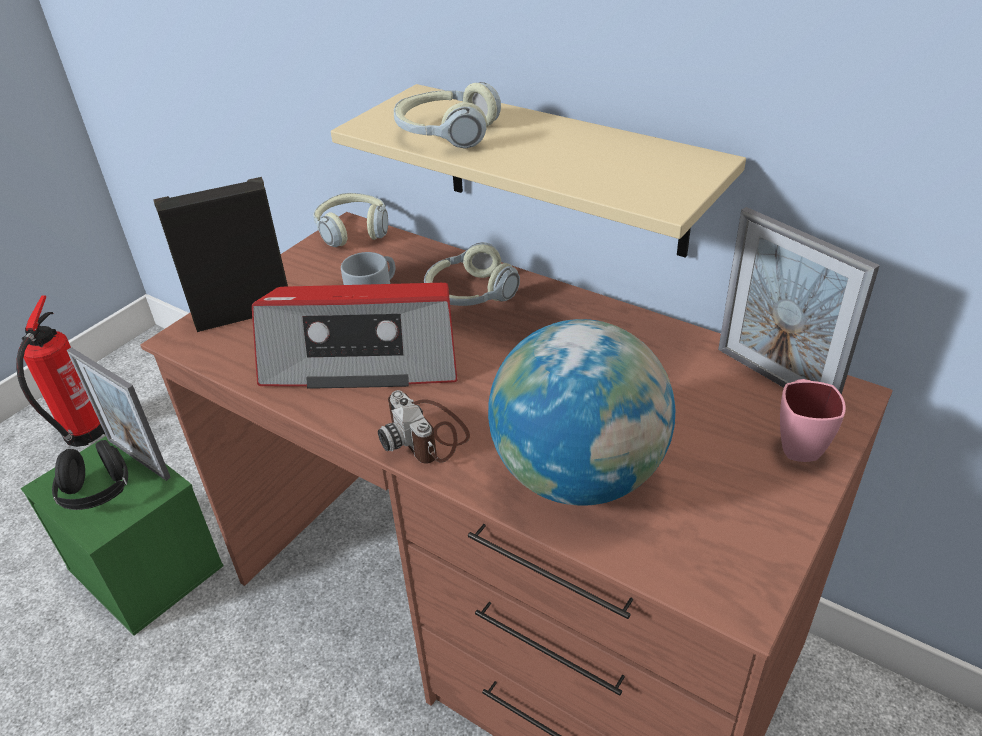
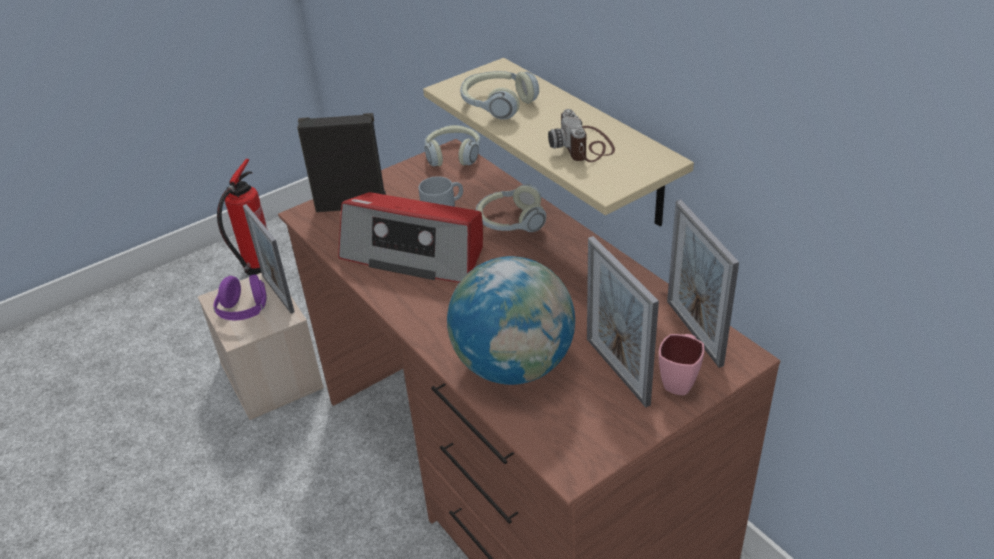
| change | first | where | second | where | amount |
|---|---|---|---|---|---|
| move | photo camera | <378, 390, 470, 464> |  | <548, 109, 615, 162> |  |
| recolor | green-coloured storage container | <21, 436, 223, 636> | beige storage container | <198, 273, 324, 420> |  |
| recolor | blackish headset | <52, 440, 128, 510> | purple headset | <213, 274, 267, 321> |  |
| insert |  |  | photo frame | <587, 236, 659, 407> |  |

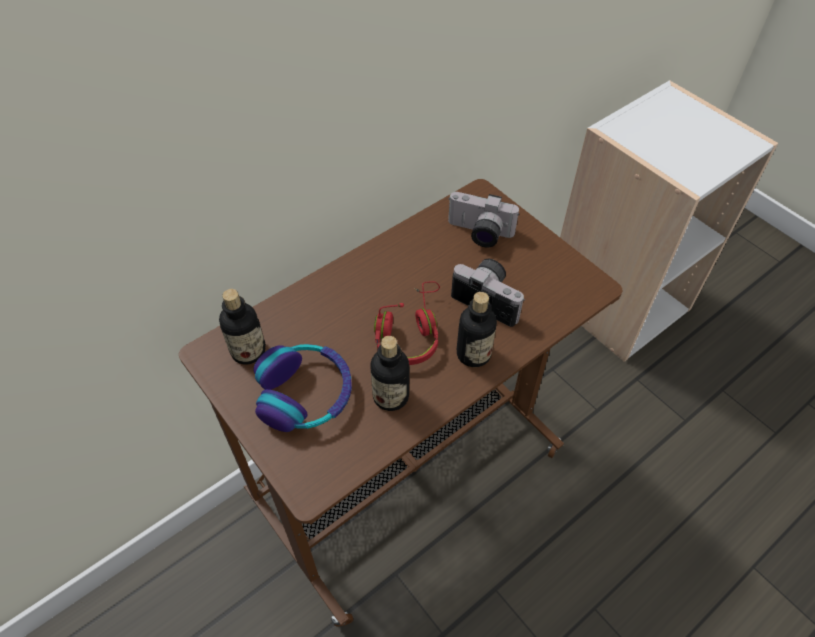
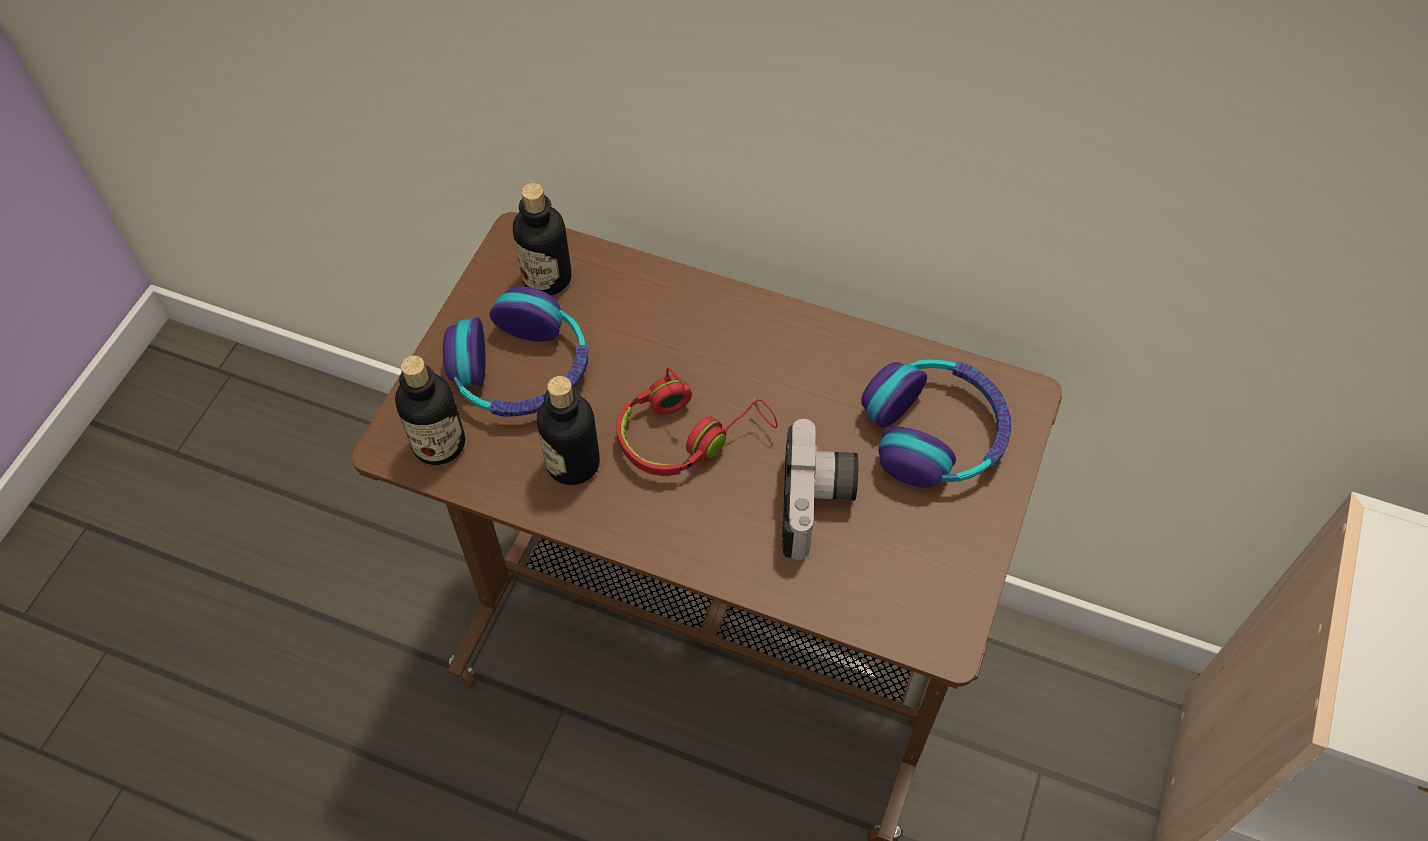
| change | first | where | second | where | amount |
|---|---|---|---|---|---|
| replace | photo camera | <448, 192, 519, 248> | headset | <861, 359, 1011, 488> |  |
| move | bottle | <457, 292, 497, 367> |  | <395, 356, 465, 465> |  |

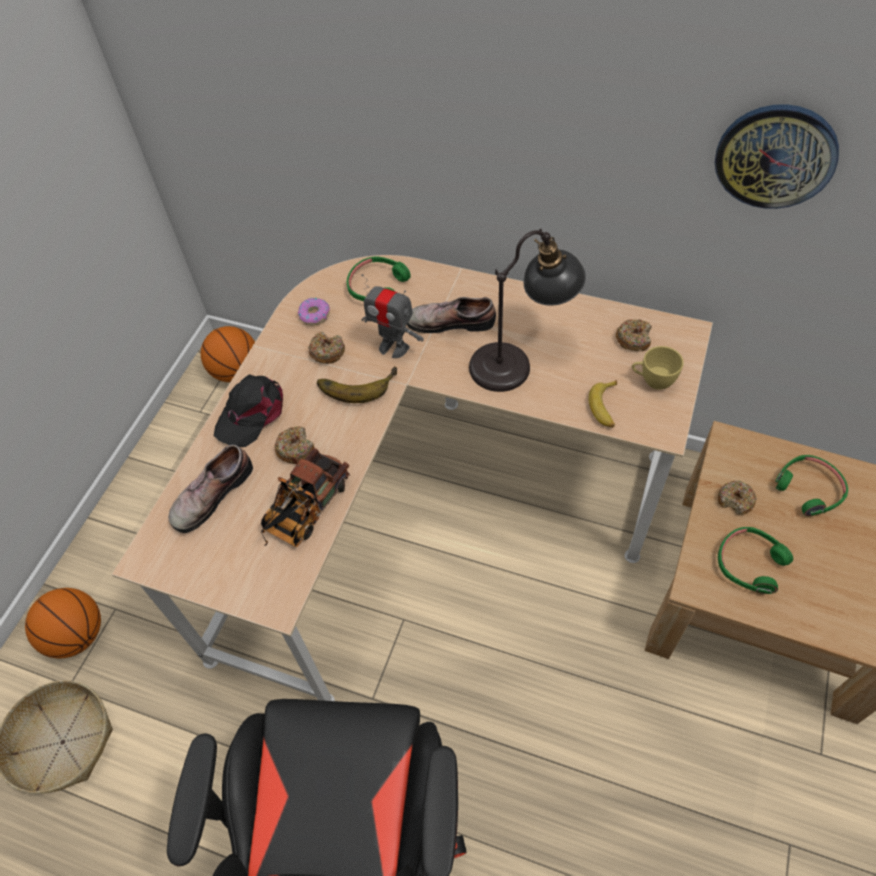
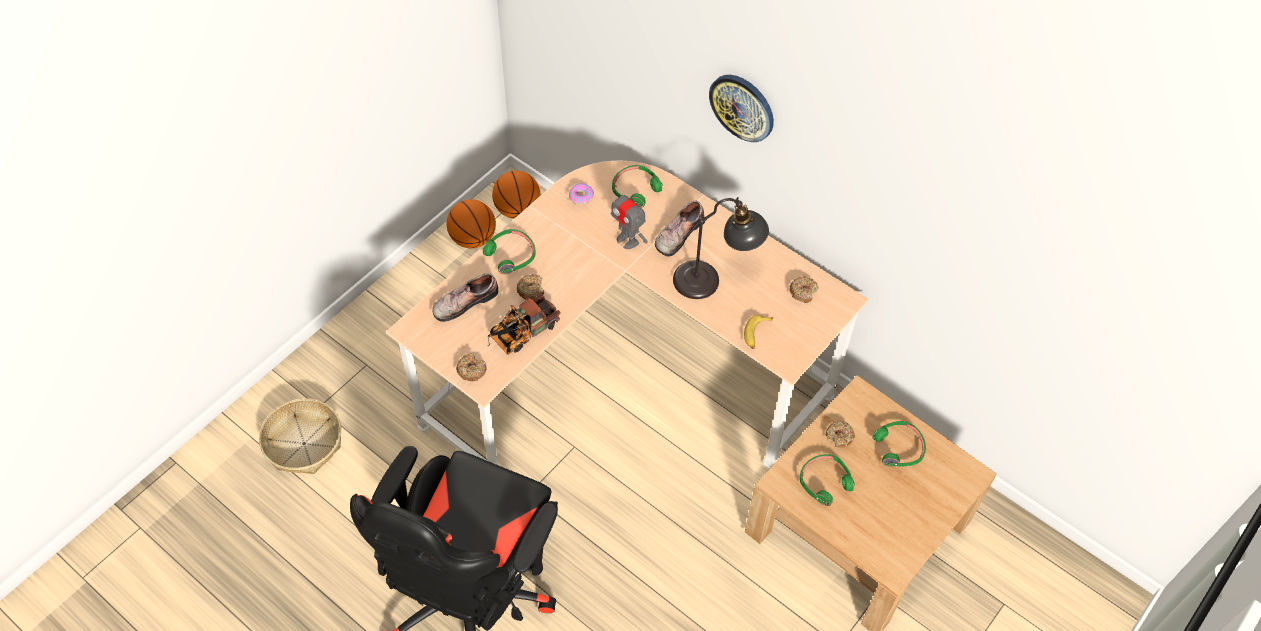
| change | first | where | second | where | amount |
|---|---|---|---|---|---|
| move | clock on the wall | <715, 104, 839, 209> |  | <709, 75, 774, 142> |  |
| rotate | low shoe | <407, 297, 496, 333> |  | <655, 200, 704, 257> | 75 degrees counterclockwise |
| move | donut | <308, 331, 345, 364> |  | <456, 353, 486, 381> |  |
| delete | yellow-coloured small cup | <632, 346, 684, 390> |  |  |  |
| delete | banana fruit | <317, 366, 397, 403> |  |  |  |
| replace | blackish peaked cap | <214, 374, 283, 447> | green-coloured headset | <483, 229, 536, 274> |  |
| move | basketball | <25, 588, 101, 658> |  | <446, 199, 496, 249> |  |

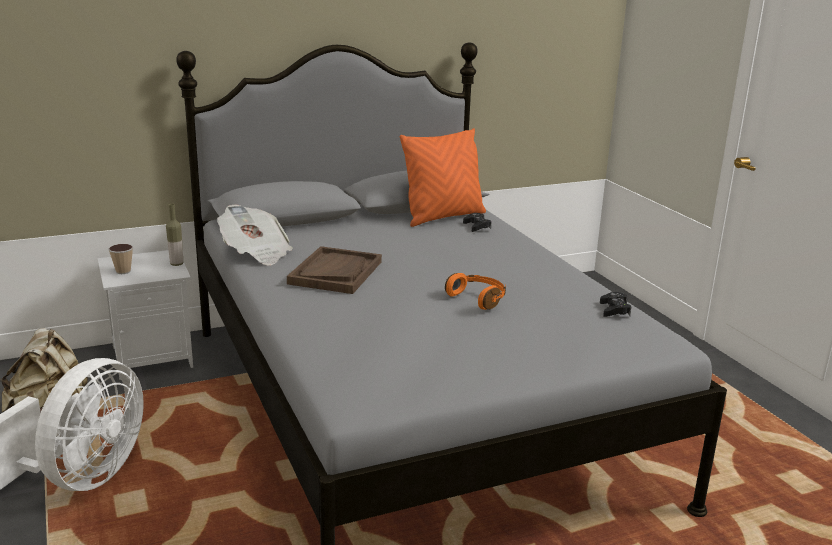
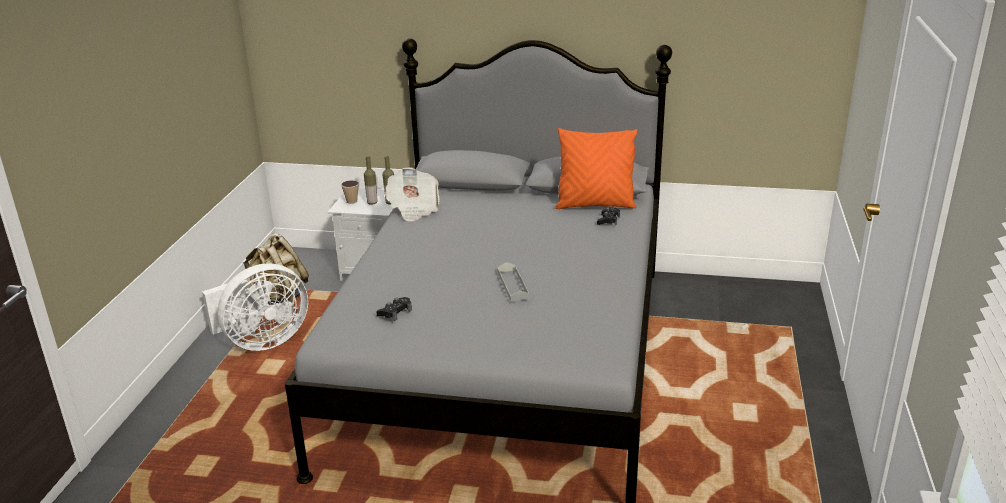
| change | first | where | second | where | amount |
|---|---|---|---|---|---|
| delete | brown carrying tray | <287, 246, 382, 294> |  |  |  |
| replace | orange headset | <445, 273, 506, 310> | gray carrying tray | <497, 262, 530, 302> |  |
| move | blackish game controller | <600, 292, 631, 317> |  | <376, 297, 412, 321> |  |
| insert |  |  | bottle | <364, 156, 378, 205> |  |

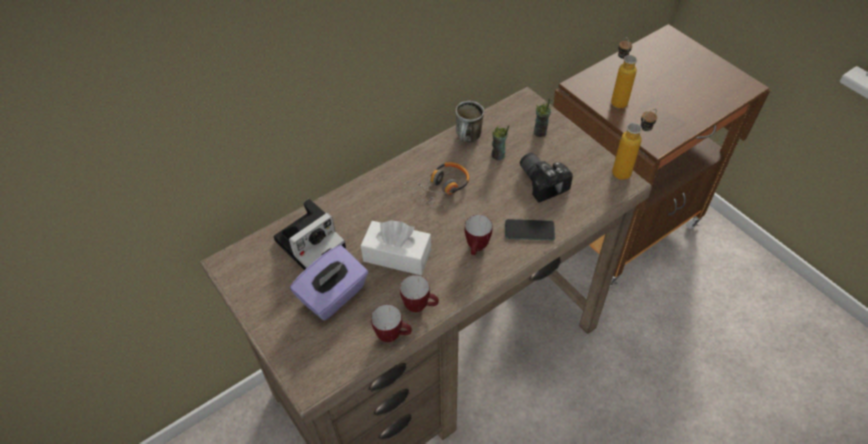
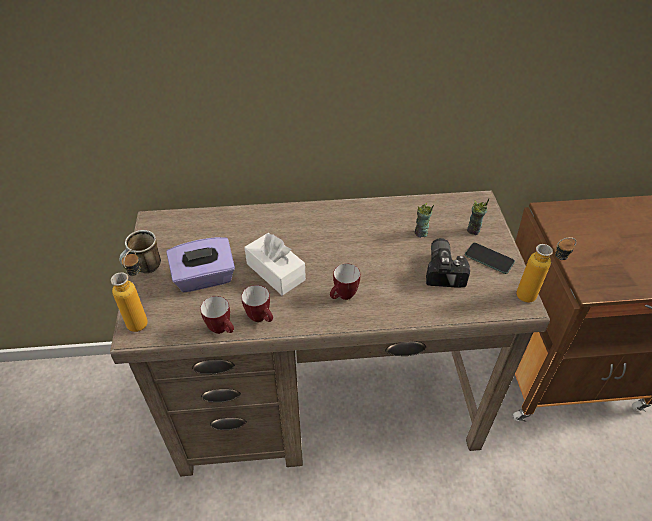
| change | first | where | second | where | amount |
|---|---|---|---|---|---|
| move | bottle | <611, 37, 637, 108> |  | <110, 250, 148, 332> |  |
| move | mug | <455, 101, 484, 143> |  | <119, 230, 161, 273> |  |
| delete | headset | <404, 162, 470, 209> |  |  |  |
| delete | photo camera | <274, 199, 346, 270> |  |  |  |
| move | phone | <505, 219, 555, 241> |  | <465, 243, 515, 274> |  |

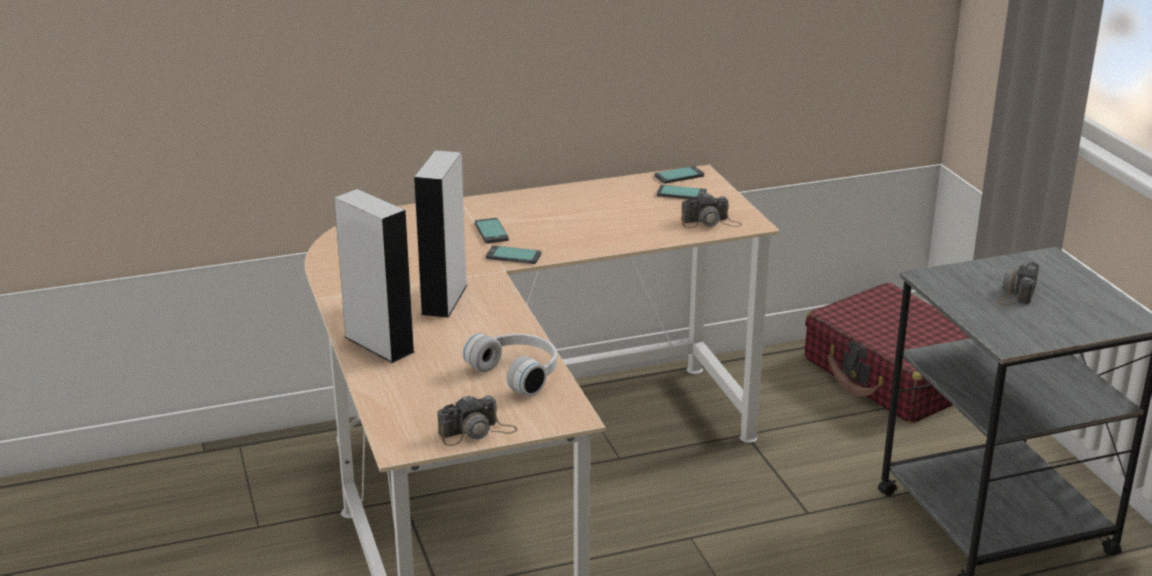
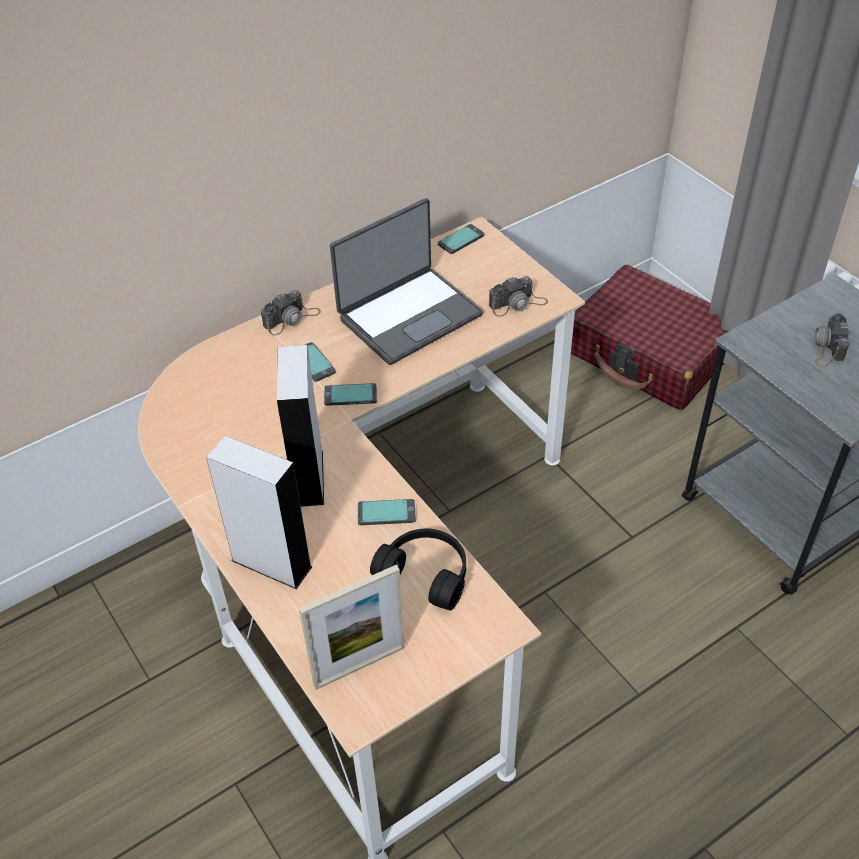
| change | first | where | second | where | amount |
|---|---|---|---|---|---|
| move | phone | <657, 185, 707, 200> |  | <358, 499, 416, 525> |  |
| recolor | whitish headset | <463, 333, 557, 396> | blackish headset | <370, 529, 466, 610> |  |
| move | photo camera | <437, 394, 518, 446> |  | <261, 290, 321, 336> |  |
| insert |  |  | notebook computer | <330, 198, 483, 365> |  |
| insert |  |  | photo frame | <299, 565, 405, 690> |  |

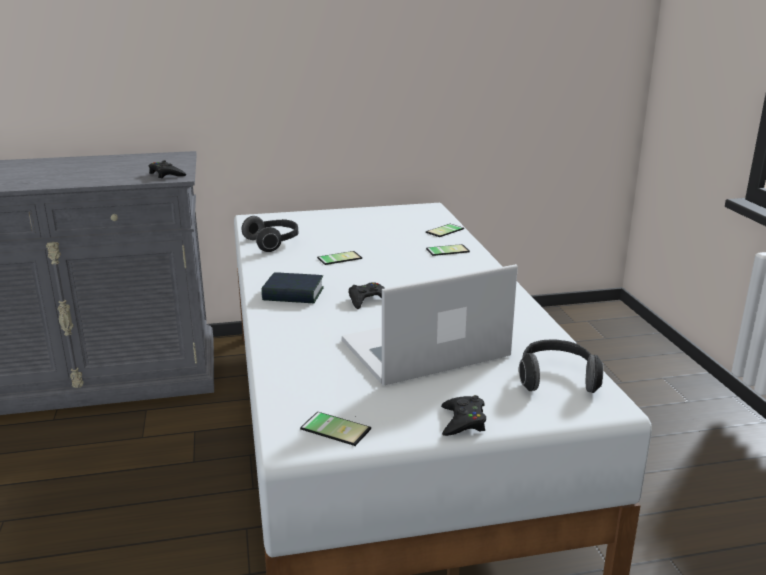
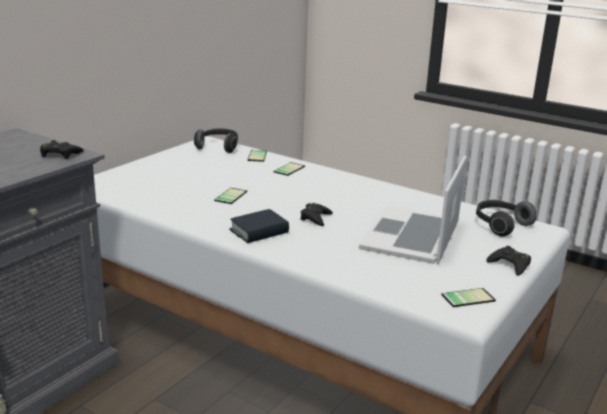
| change | first | where | second | where | amount |
|---|---|---|---|---|---|
| move | headset | <242, 216, 298, 252> |  | <194, 128, 238, 153> |  |

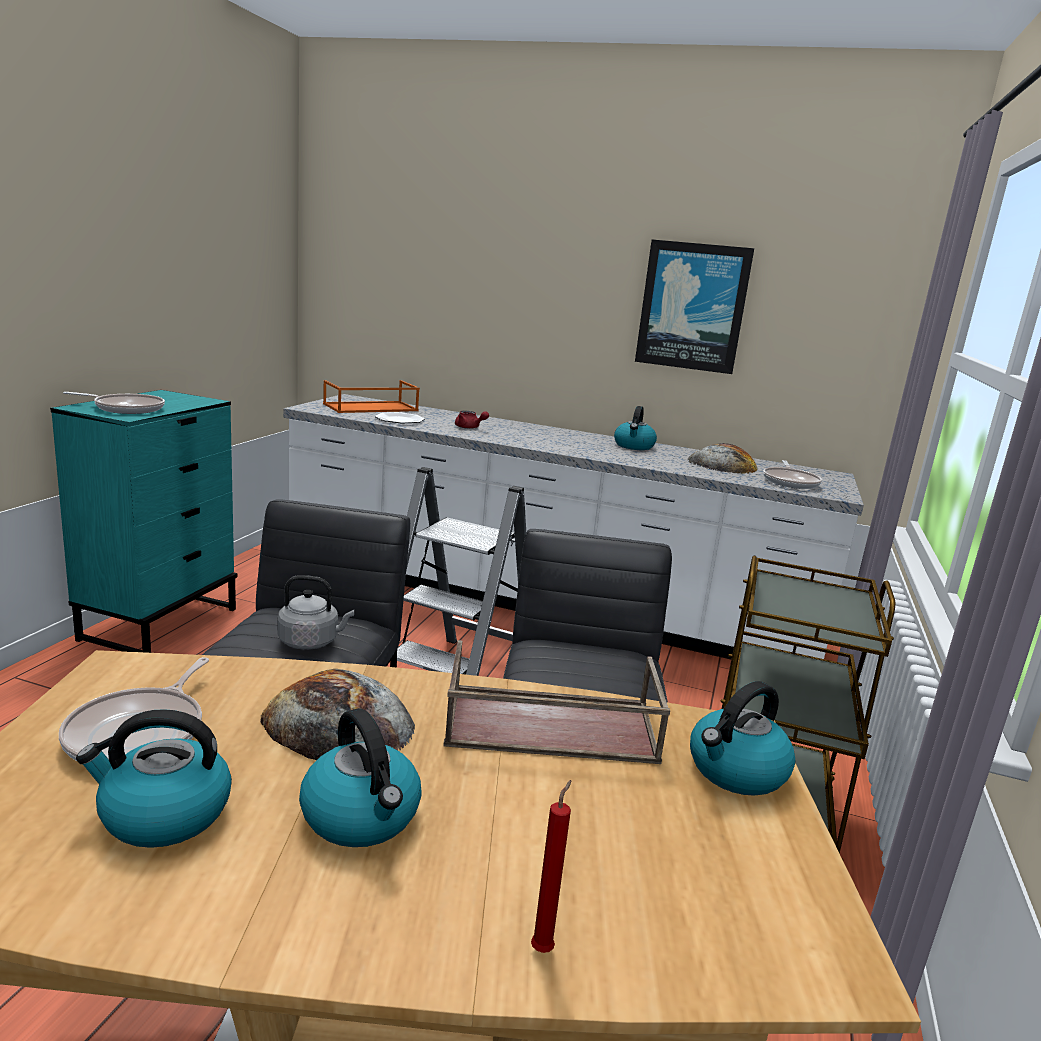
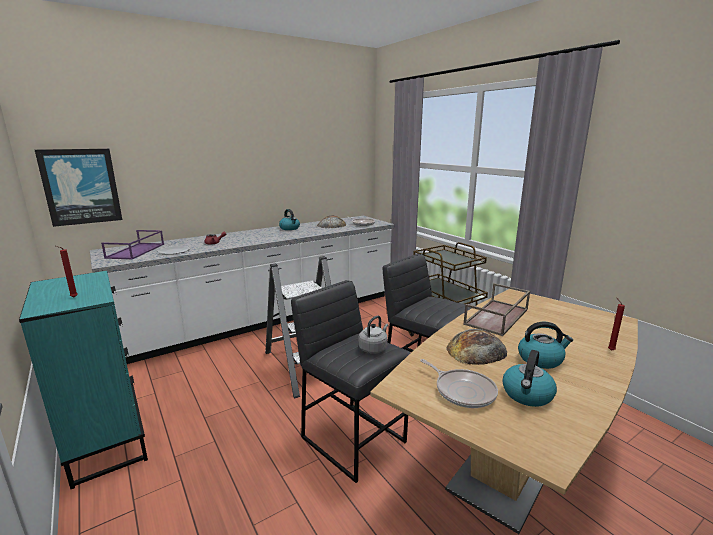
| change | first | where | second | where | amount |
|---|---|---|---|---|---|
| move | wall picture | <635, 239, 754, 374> |  | <35, 149, 122, 227> |  |
| recolor | orange carrying tray | <323, 380, 420, 413> | purple carrying tray | <101, 230, 164, 260> |  |
| replace | frying pan | <63, 392, 165, 414> | red-coloured candle | <56, 246, 78, 298> |  |
| delete | kettle | <690, 681, 795, 796> |  |  |  |

